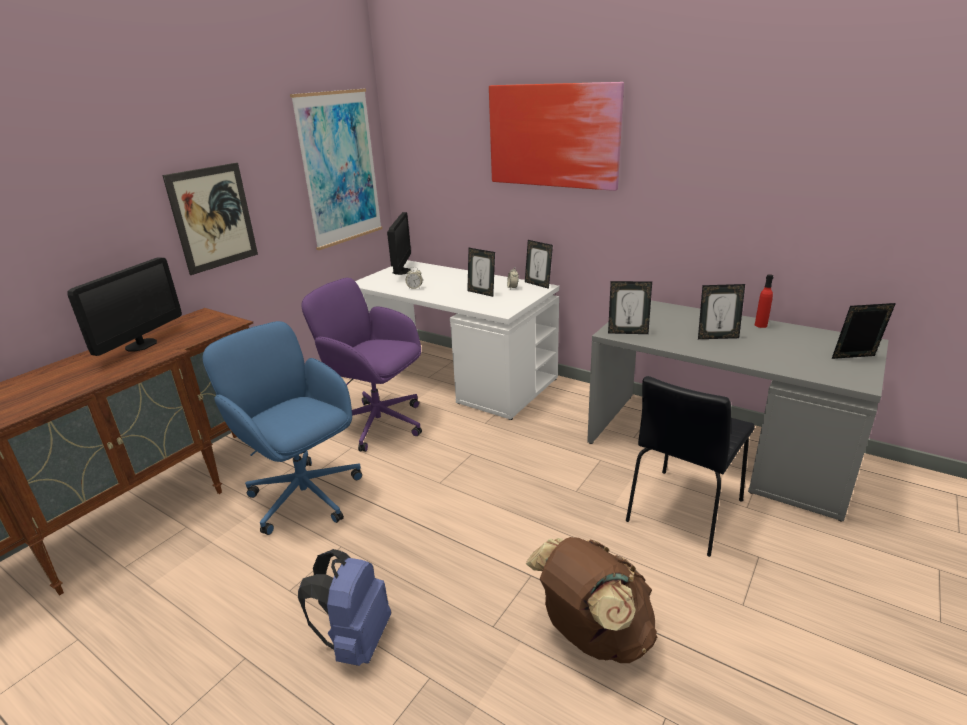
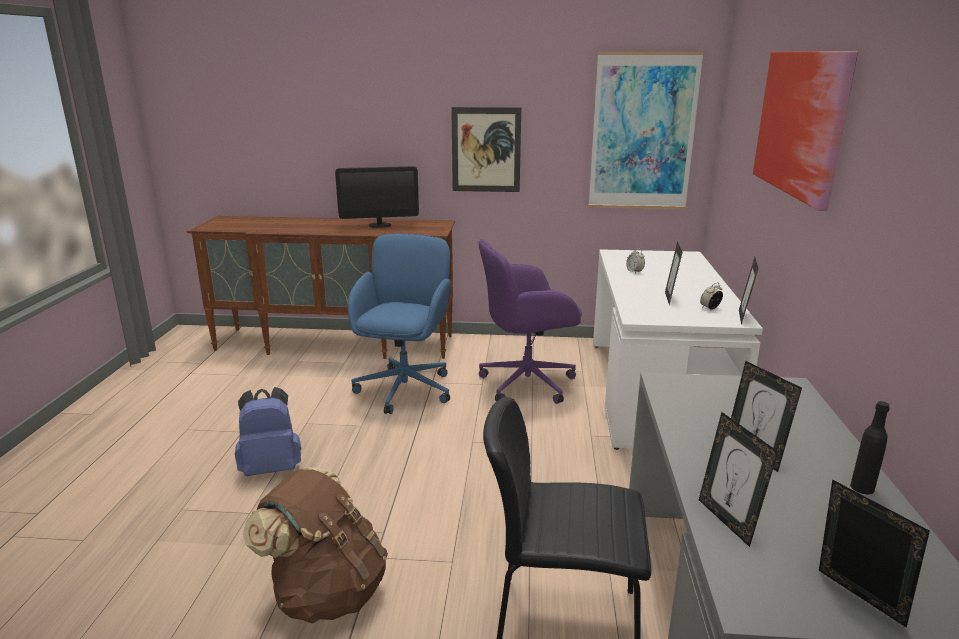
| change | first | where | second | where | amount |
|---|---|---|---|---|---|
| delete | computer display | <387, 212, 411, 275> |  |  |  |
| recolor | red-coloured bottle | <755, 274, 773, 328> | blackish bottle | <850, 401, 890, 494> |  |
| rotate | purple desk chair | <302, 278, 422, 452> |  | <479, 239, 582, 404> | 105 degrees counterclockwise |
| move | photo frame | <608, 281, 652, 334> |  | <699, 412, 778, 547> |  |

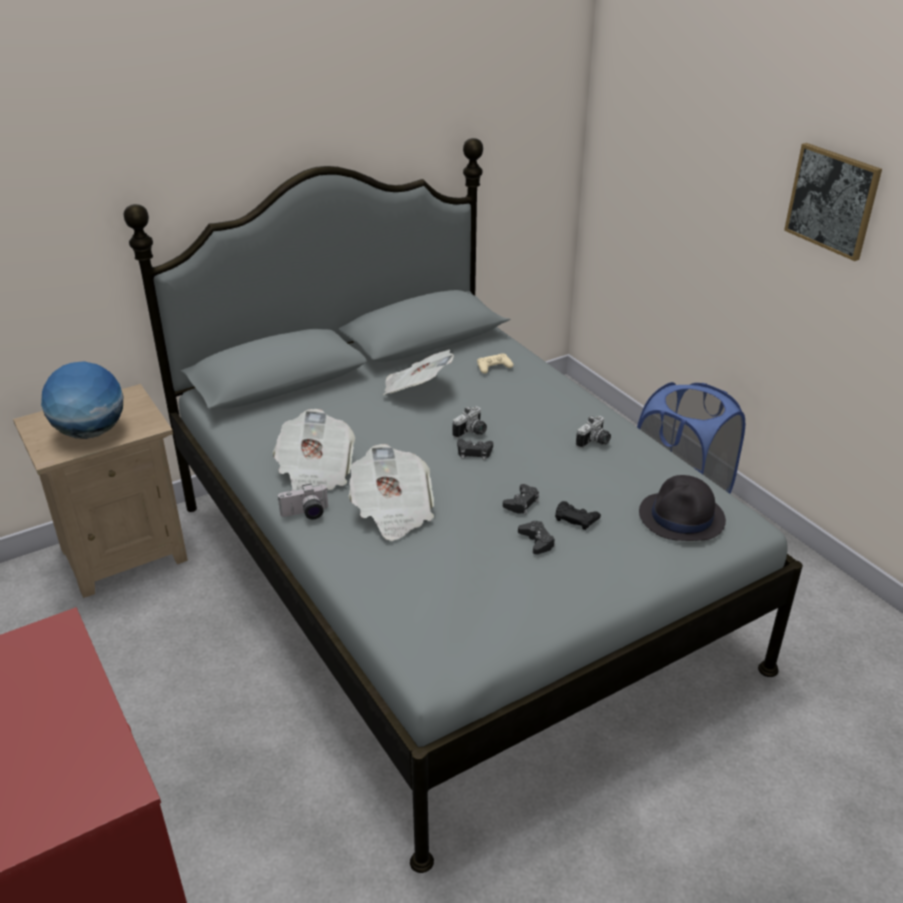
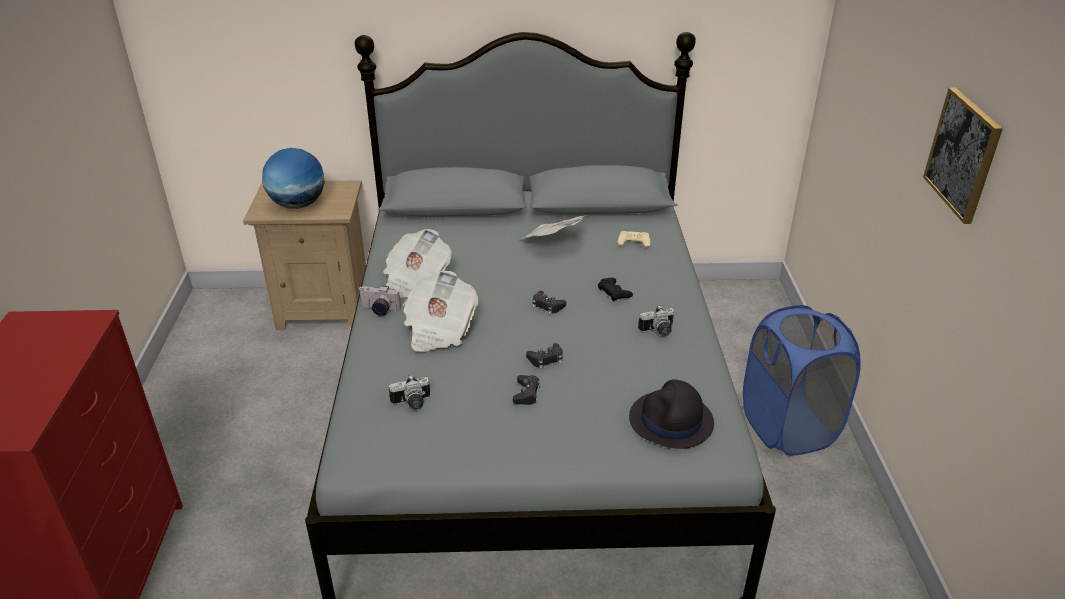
| change | first | where | second | where | amount |
|---|---|---|---|---|---|
| move | photo camera | <453, 406, 487, 438> |  | <389, 375, 430, 410> |  |
| move | blackish game controller | <555, 501, 601, 530> |  | <598, 278, 633, 301> |  |

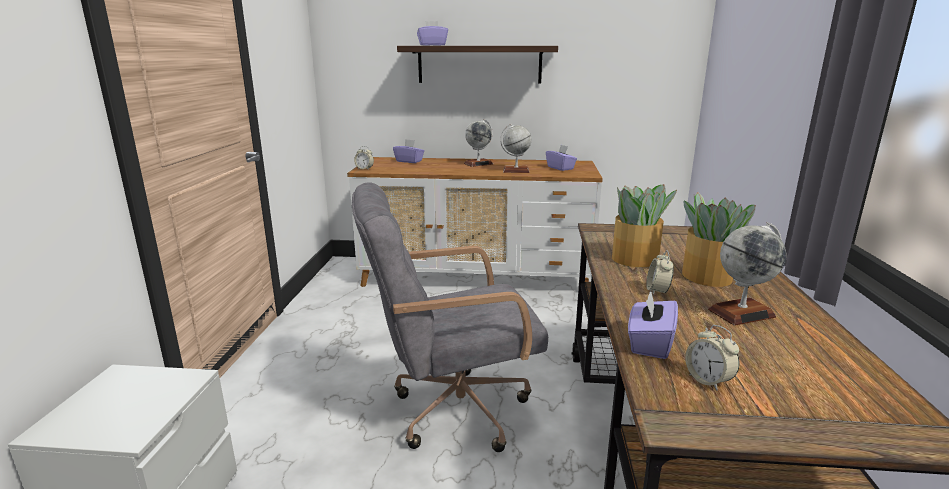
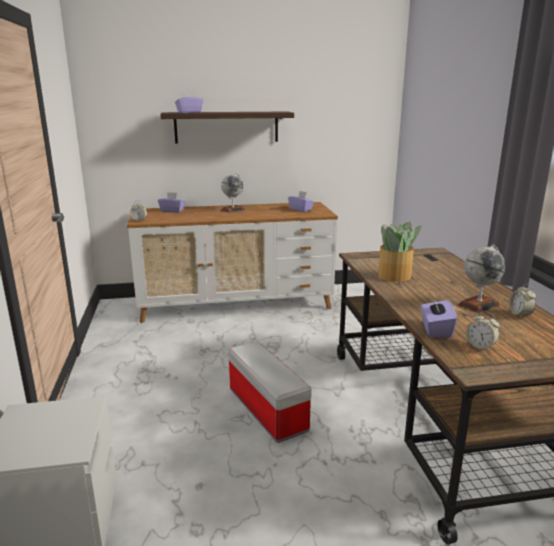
| change | first | where | second | where | amount |
|---|---|---|---|---|---|
| delete | world globe | <500, 124, 531, 173> |  |  |  |
| replace | gray desk chair | <352, 182, 548, 452> | storage container | <228, 341, 312, 443> |  |
| delete | plant in a pot | <682, 192, 756, 287> |  |  |  |
| move | table clock | <646, 250, 674, 295> |  | <509, 284, 536, 318> |  |

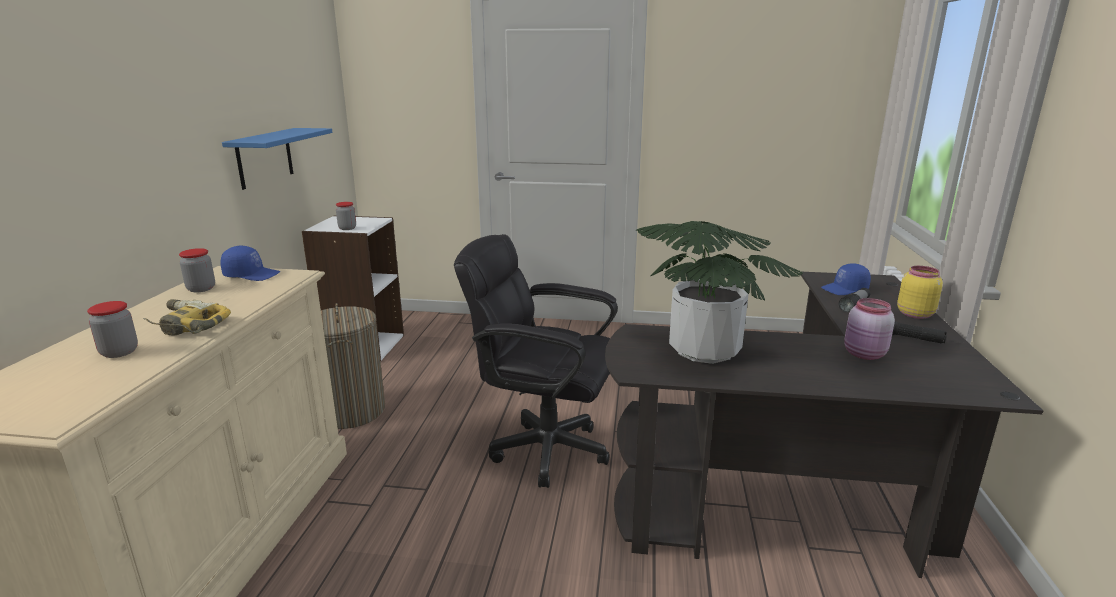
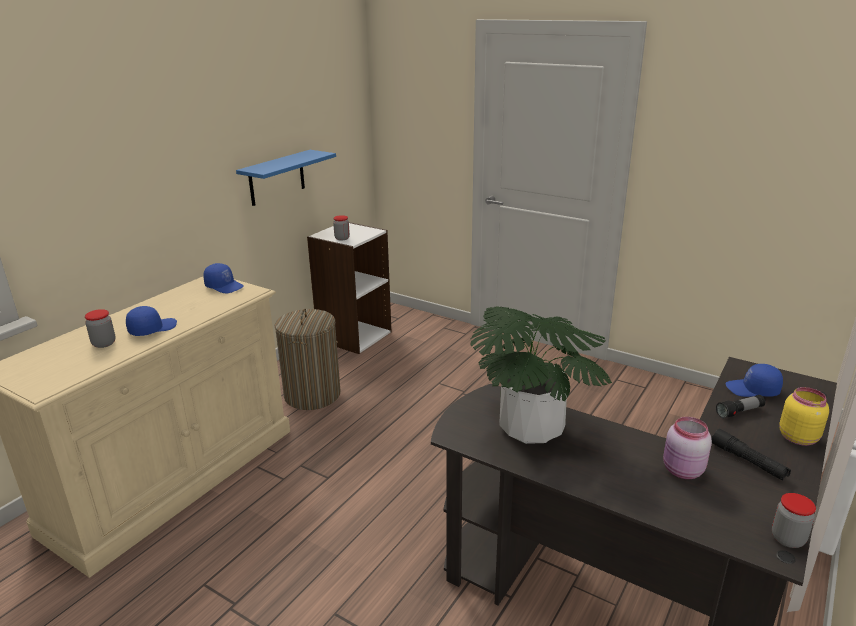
| change | first | where | second | where | amount |
|---|---|---|---|---|---|
| delete | blackish desk chair | <454, 234, 618, 488> |  |  |  |
| move | storage jar | <179, 248, 215, 292> |  | <772, 493, 816, 548> |  |
| replace | power drill | <143, 299, 231, 336> | blue-coloured peaked cap | <126, 306, 177, 336> |  |

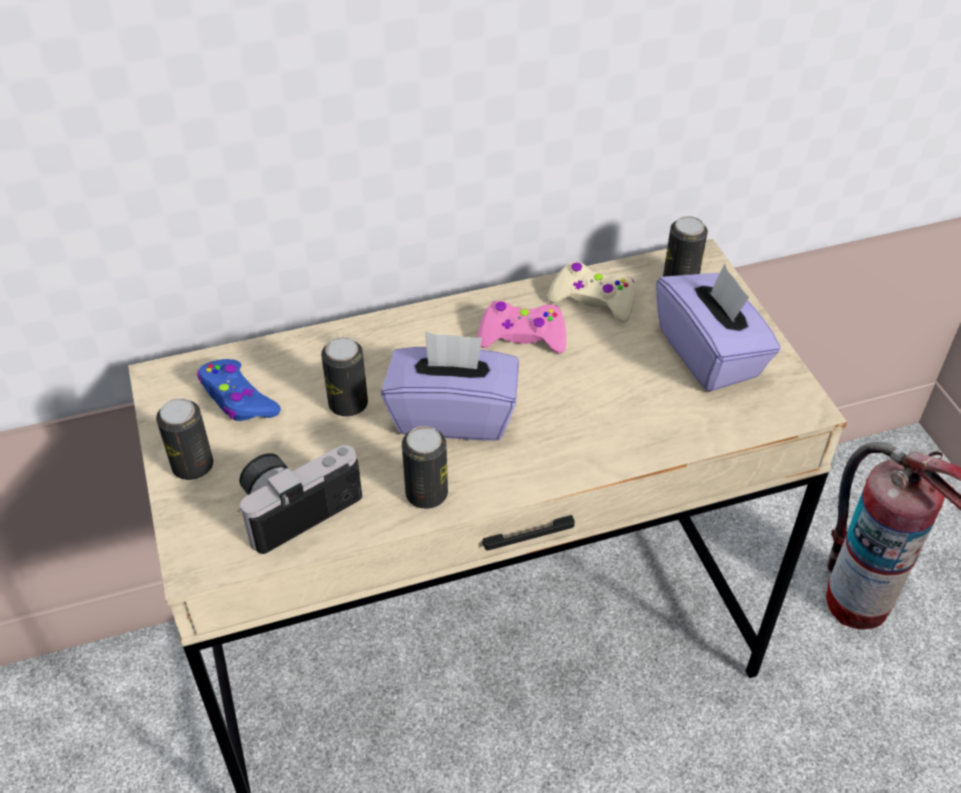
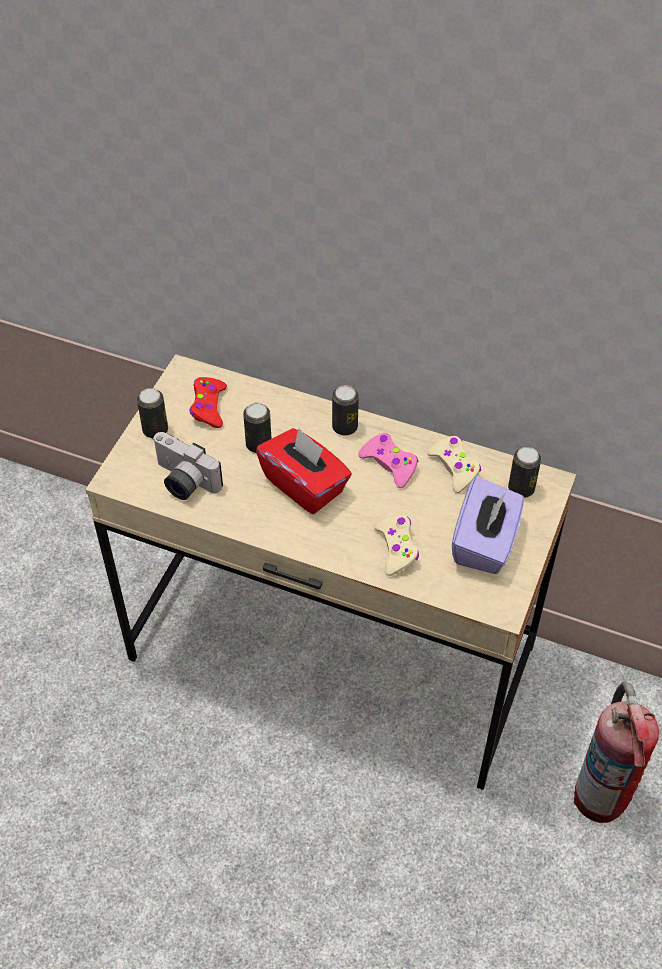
| change | first | where | second | where | amount |
|---|---|---|---|---|---|
| recolor | purple tissue holder | <381, 331, 519, 441> | red-coloured tissue holder | <256, 428, 352, 514> |  |
| recolor | blue-coloured game controller | <197, 359, 281, 421> | red-coloured game controller | <190, 377, 227, 428> |  |
| move | metal can | <402, 426, 448, 509> |  | <332, 385, 359, 435> |  |
| rotate | photo camera | <238, 445, 362, 554> |  | <152, 432, 223, 500> | 150 degrees counterclockwise |
| insert |  |  | beige game controller | <374, 515, 419, 576> |  |

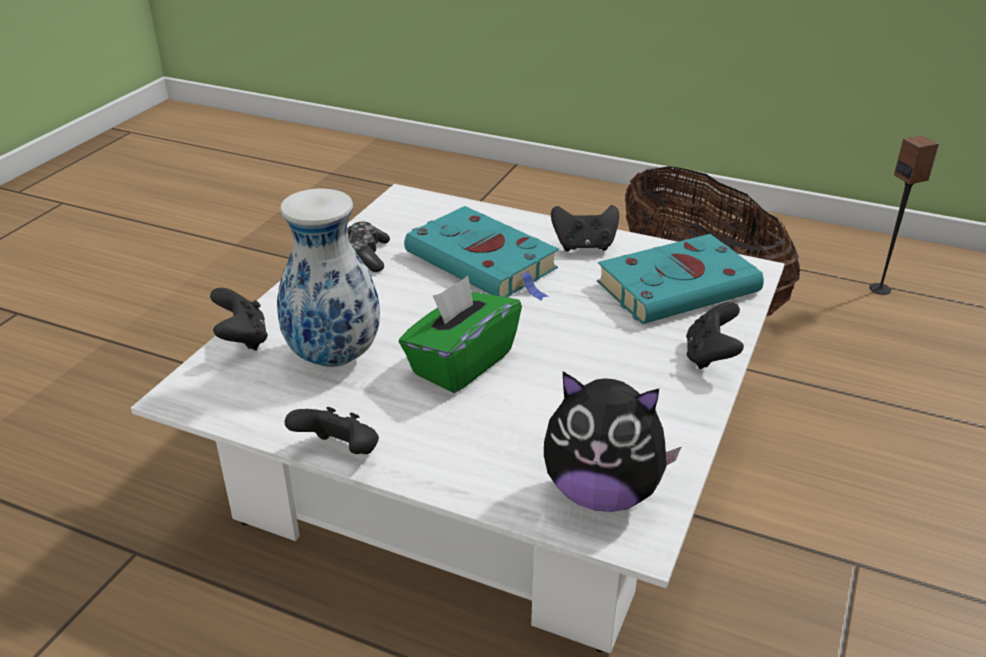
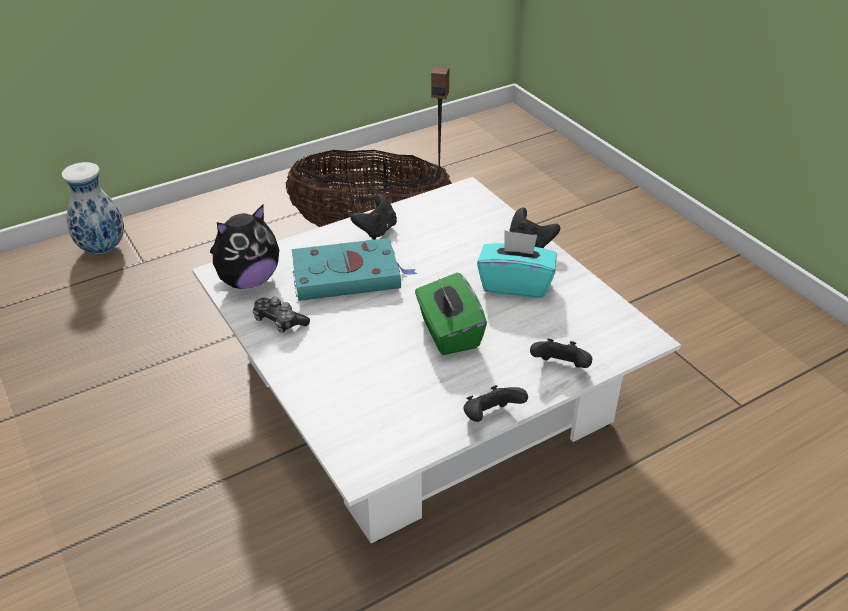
| change | first | where | second | where | amount |
|---|---|---|---|---|---|
| move | flower vase | <277, 188, 380, 367> |  | <62, 162, 124, 254> |  |
| delete | blue-green volume | <597, 234, 764, 324> |  |  |  |
| move | blackish game controller | <210, 288, 268, 350> |  | <530, 339, 592, 368> |  |
| move | soft toy | <544, 371, 681, 512> |  | <210, 205, 279, 289> |  |
| insert |  |  | blue-green tissue holder | <477, 230, 557, 298> |  |

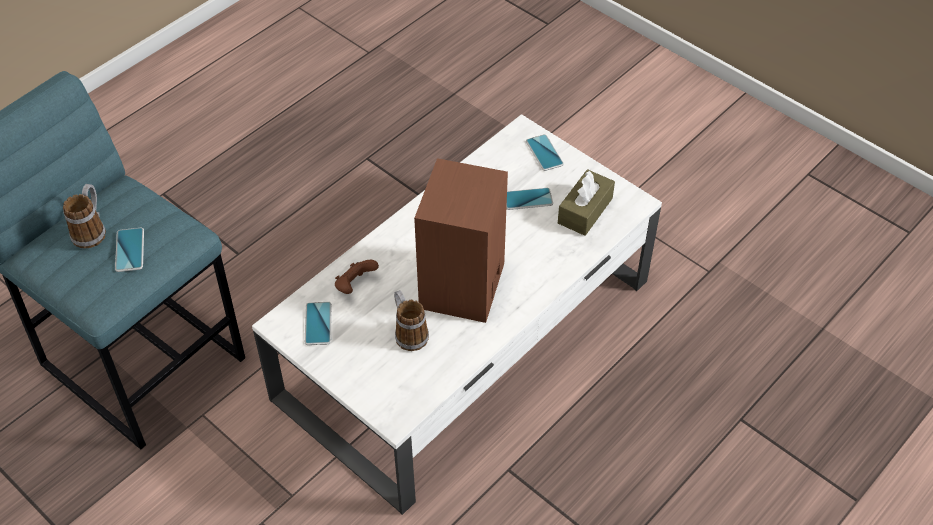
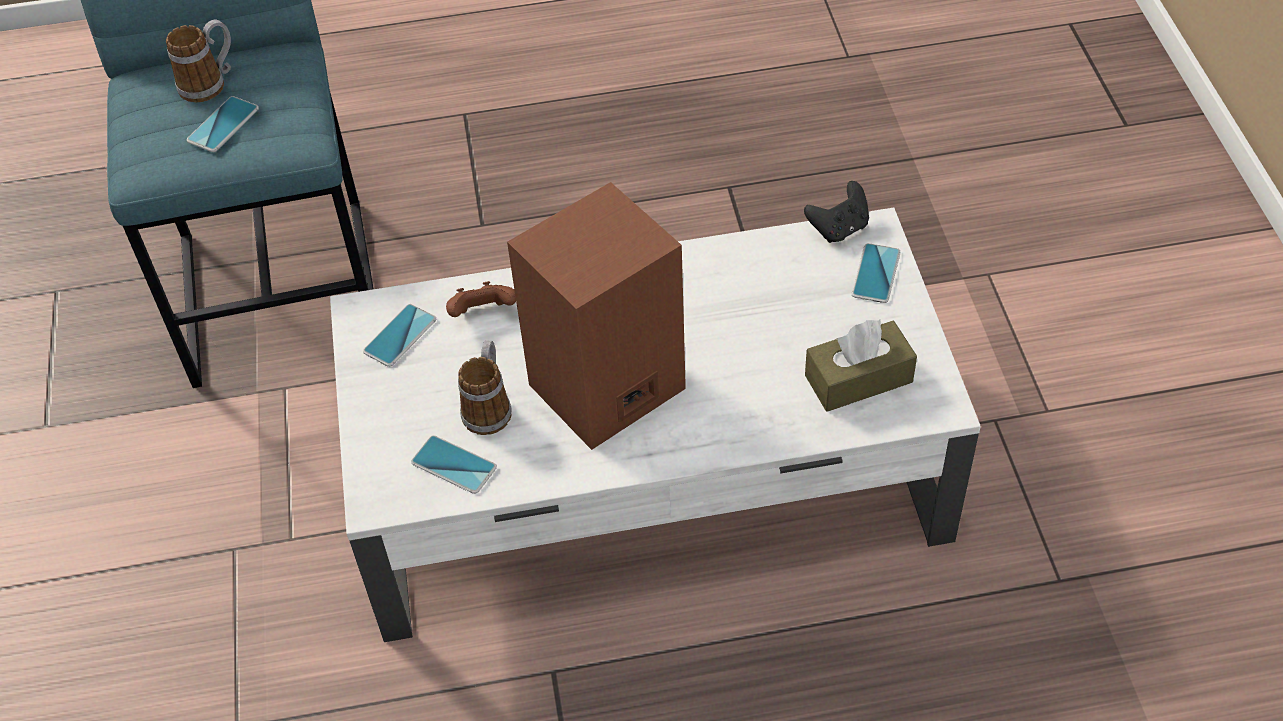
| change | first | where | second | where | amount |
|---|---|---|---|---|---|
| move | phone | <506, 188, 553, 210> |  | <411, 435, 497, 494> |  |
| insert |  |  | blackish game controller | <804, 181, 869, 243> |  |

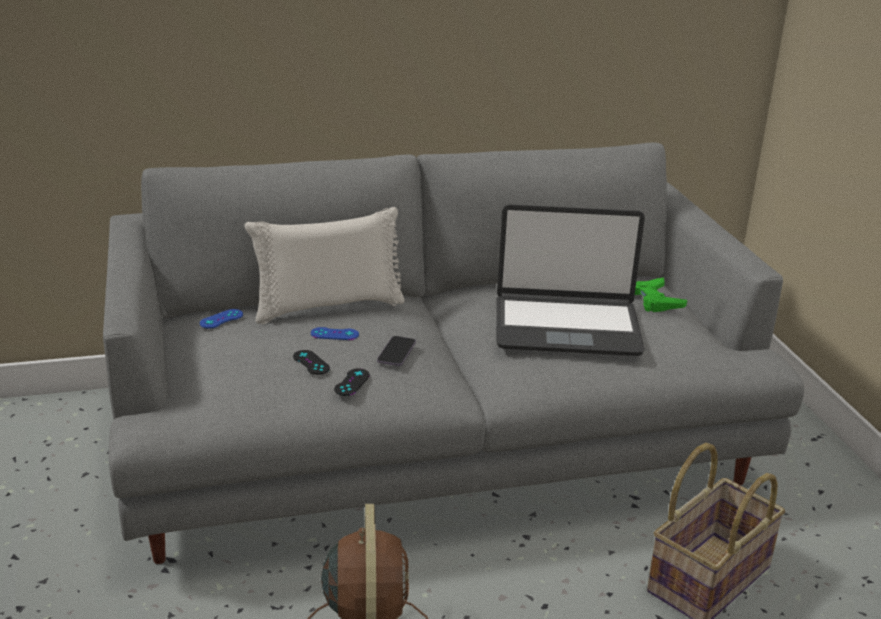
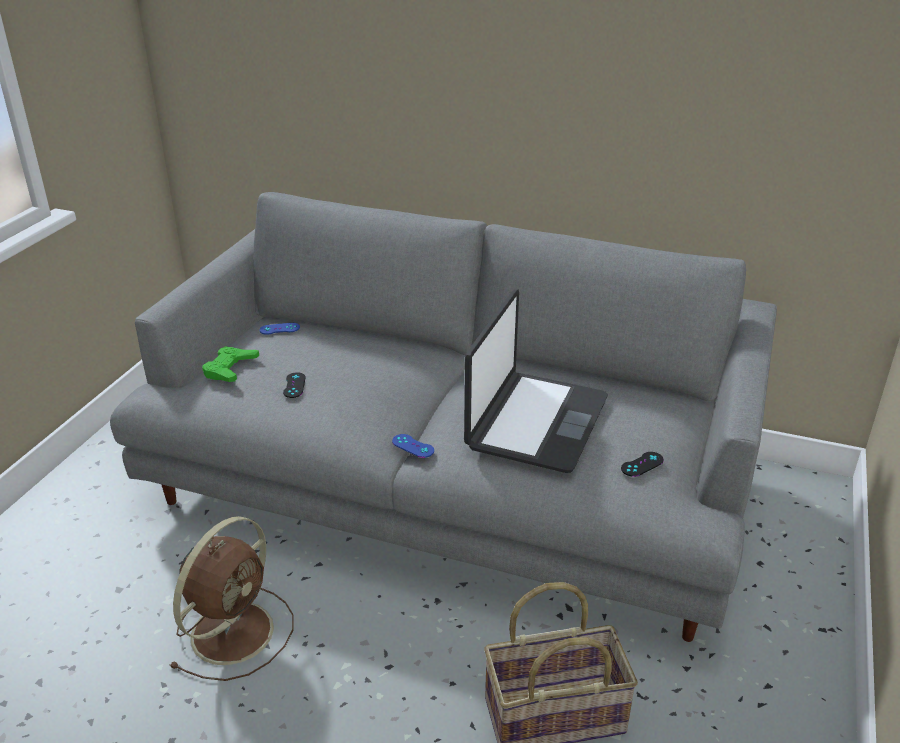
| change | first | where | second | where | amount |
|---|---|---|---|---|---|
| rotate | notebook computer | <496, 204, 645, 356> |  | <464, 289, 608, 473> | 105 degrees counterclockwise |
| delete | whitish throw pillow | <244, 207, 405, 324> |  |  |  |
| move | green-coloured game controller | <635, 278, 687, 312> |  | <202, 346, 259, 382> |  |
| move | blue-coloured game controller | <311, 327, 359, 340> |  | <392, 434, 434, 458> |  |
| delete | phone | <377, 336, 416, 366> |  |  |  |
| move | blackish game controller | <334, 368, 370, 396> |  | <621, 452, 664, 477> |  |

